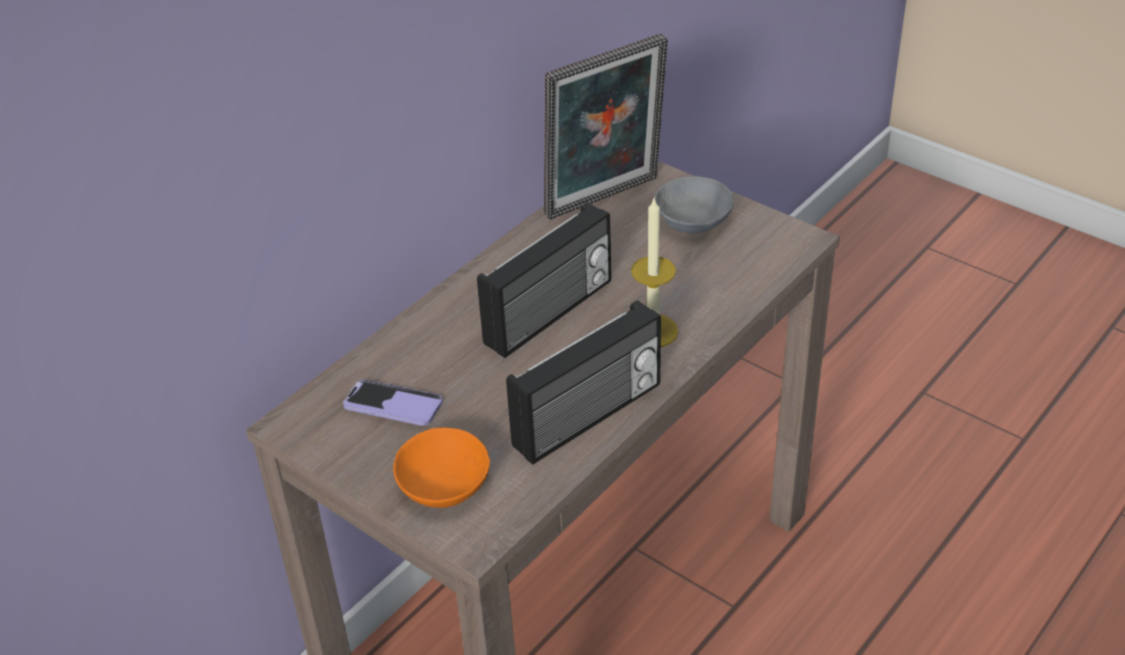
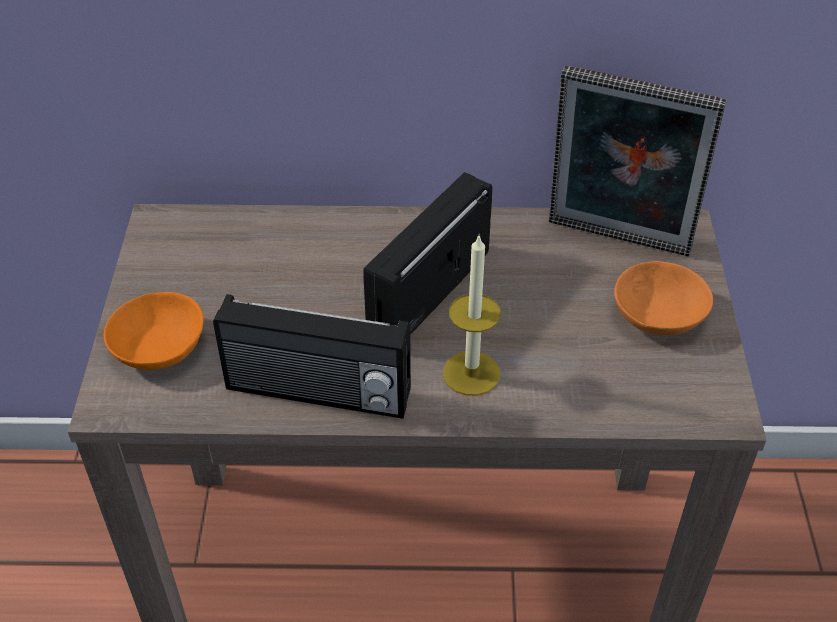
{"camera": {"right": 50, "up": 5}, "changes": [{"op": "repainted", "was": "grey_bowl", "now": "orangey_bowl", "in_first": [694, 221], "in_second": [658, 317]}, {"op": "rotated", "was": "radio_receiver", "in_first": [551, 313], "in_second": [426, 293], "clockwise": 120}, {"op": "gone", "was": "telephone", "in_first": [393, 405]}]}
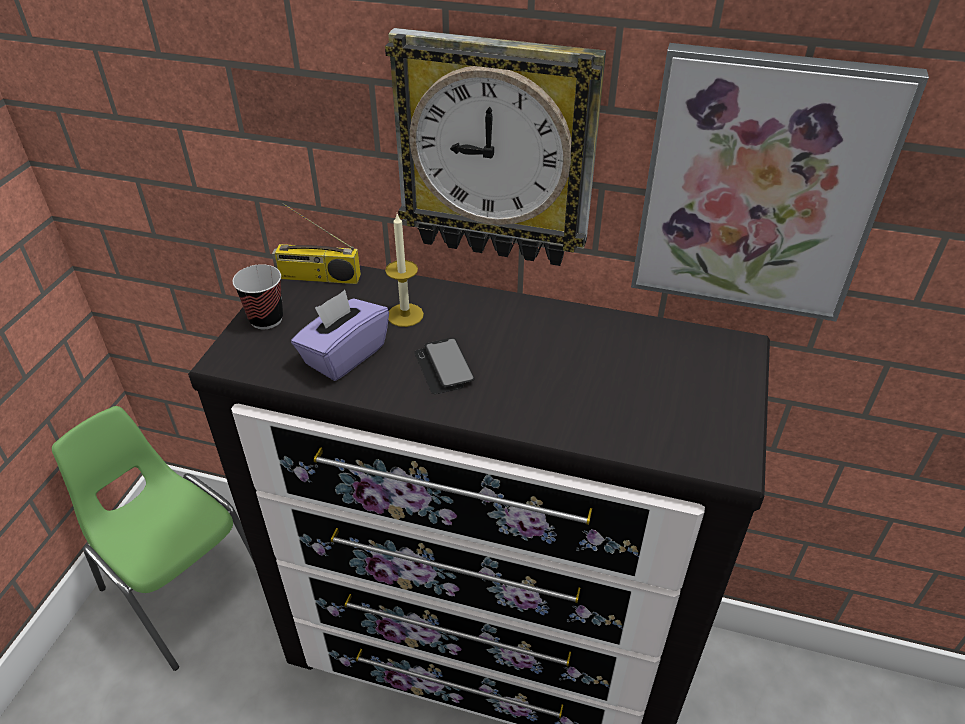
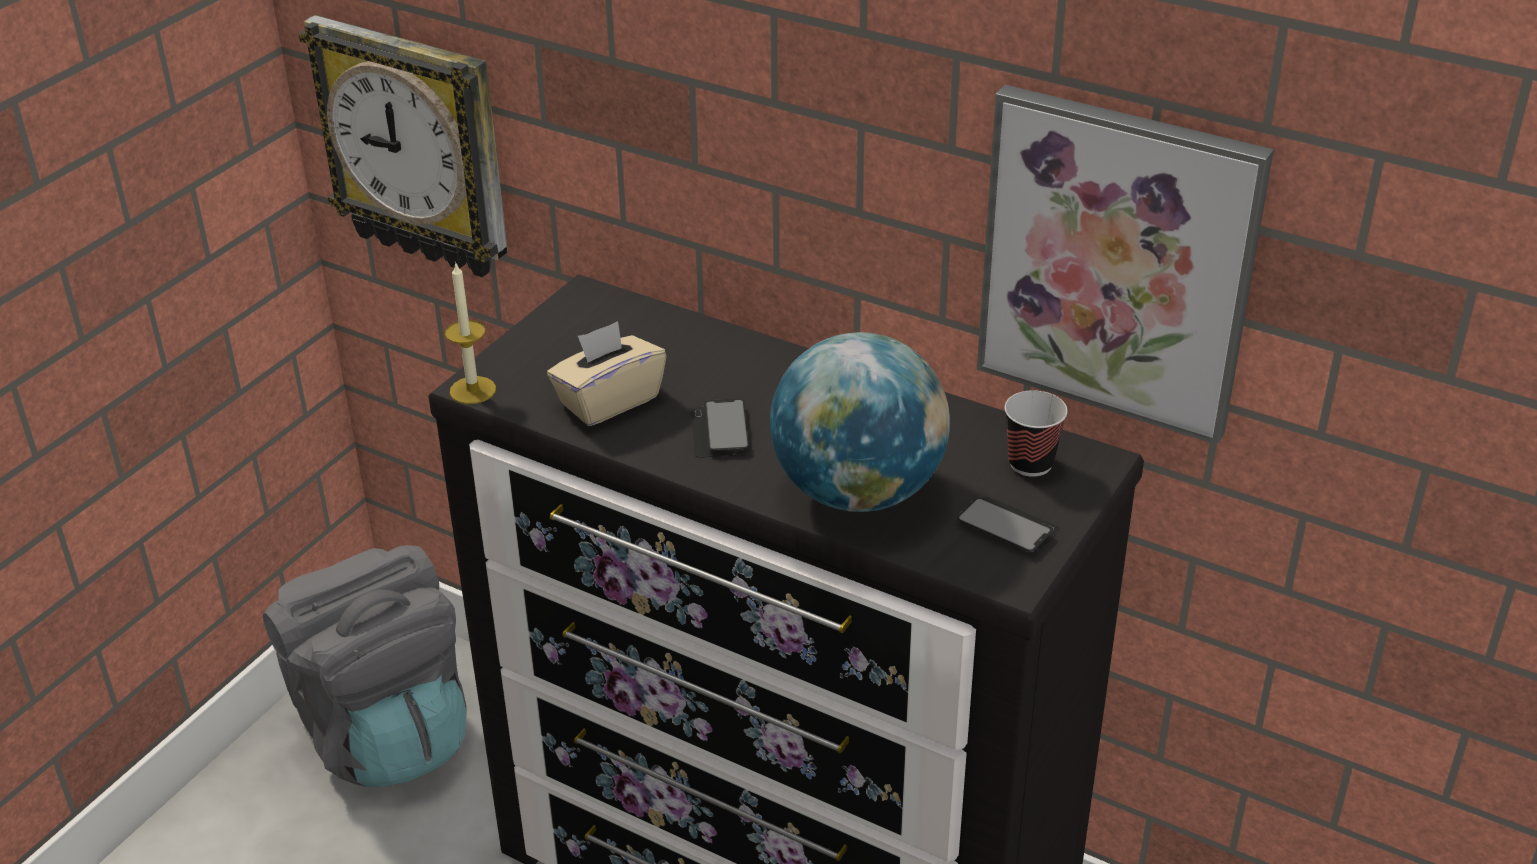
{"camera": {"right": 15, "up": -5}, "changes": [{"op": "shifted", "was": "hanging_clock", "in_first": [496, 152], "in_second": [415, 147]}, {"op": "gone", "was": "radio_receiver", "in_first": [318, 277]}, {"op": "shifted", "was": "wax_light", "in_first": [405, 315], "in_second": [472, 390]}, {"op": "shifted", "was": "small_cup", "in_first": [266, 319], "in_second": [1030, 463]}, {"op": "repainted", "was": "purple_tissue_box", "now": "sand-coloured_tissue_box", "in_first": [344, 355], "in_second": [608, 400]}, {"op": "swapped", "was": "greenish_upright_chair", "now": "grey_knapsack", "in_first": [184, 586], "in_second": [384, 732]}, {"op": "new", "now": "desk_globe", "in_second": [858, 492]}, {"op": "new", "now": "telephone", "in_second": [1007, 527]}]}
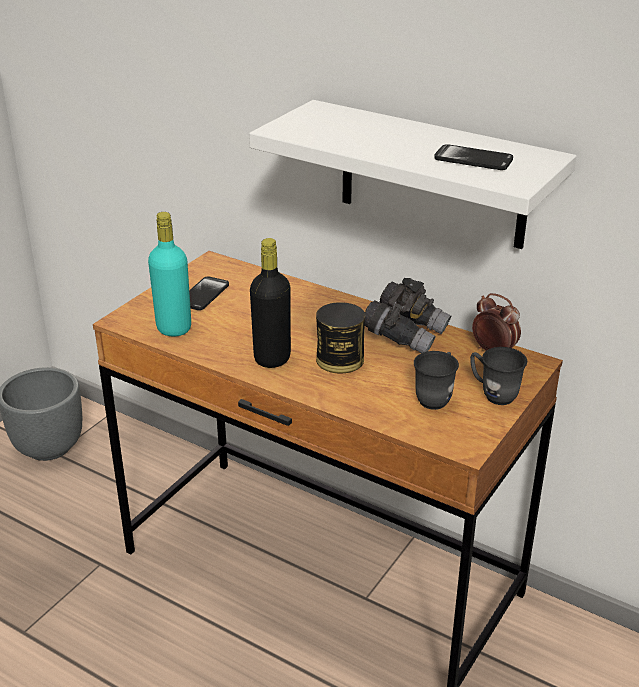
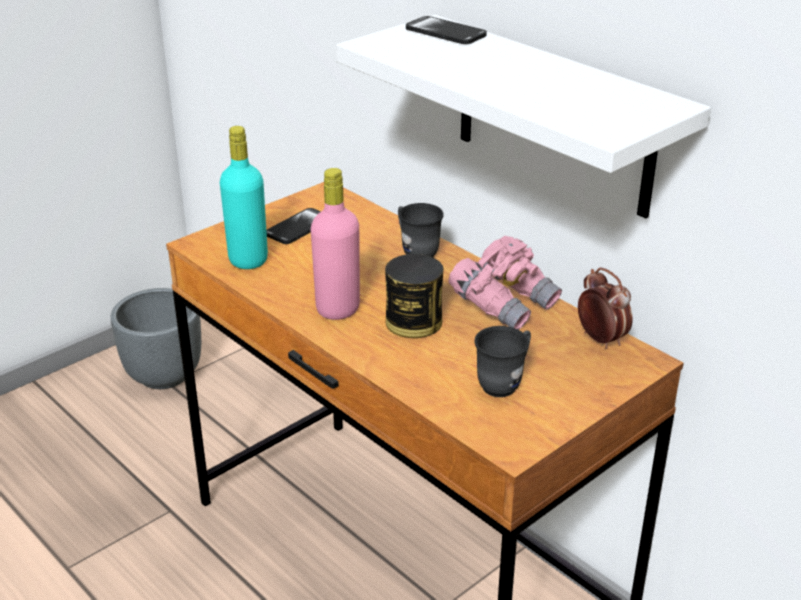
{"camera": {"right": 15, "up": 0}, "changes": [{"op": "shifted", "was": "telephone", "in_first": [473, 159], "in_second": [445, 33]}, {"op": "repainted", "was": "black_drink_bottle", "now": "pinkish_drink_bottle", "in_first": [272, 358], "in_second": [338, 309]}, {"op": "repainted", "was": "grey_binoculars", "now": "pinkish_binoculars", "in_first": [405, 334], "in_second": [504, 304]}, {"op": "shifted", "was": "grey_mug", "in_first": [493, 394], "in_second": [415, 251]}]}
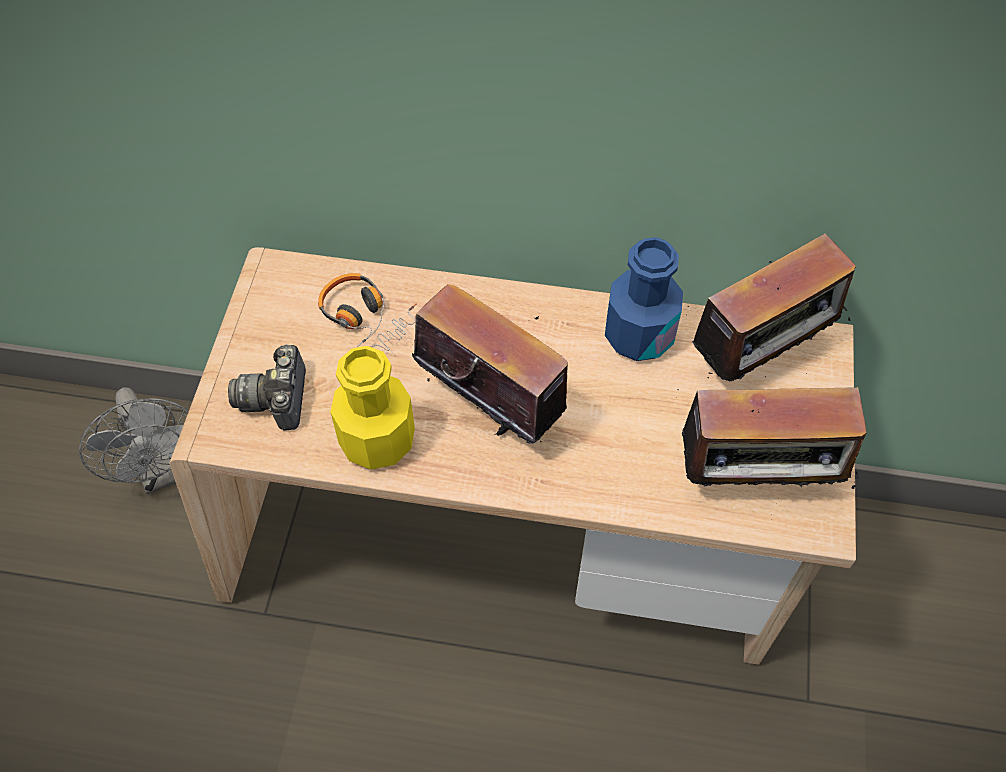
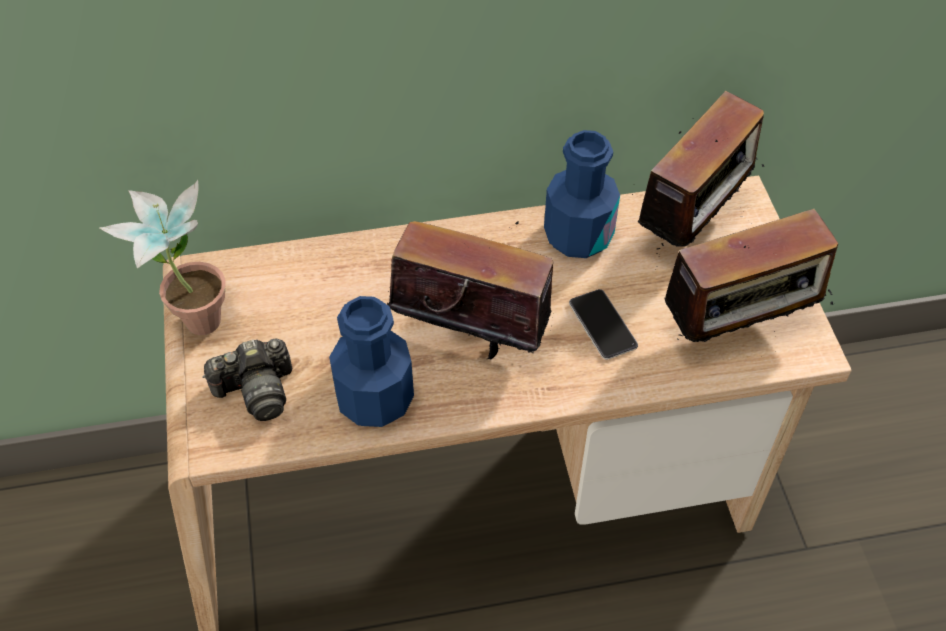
{"camera": {"right": -20, "up": -5}, "changes": [{"op": "gone", "was": "headphones", "in_first": [365, 320]}, {"op": "rotated", "was": "still_camera", "in_first": [276, 398], "in_second": [256, 391], "clockwise": -90}, {"op": "repainted", "was": "yellowish_drink_bottle", "now": "bluish_drink_bottle", "in_first": [377, 440], "in_second": [375, 399]}, {"op": "gone", "was": "grey_electric_fan", "in_first": [160, 472]}, {"op": "new", "now": "houseplant", "in_second": [192, 315]}, {"op": "new", "now": "telephone", "in_second": [602, 325]}]}
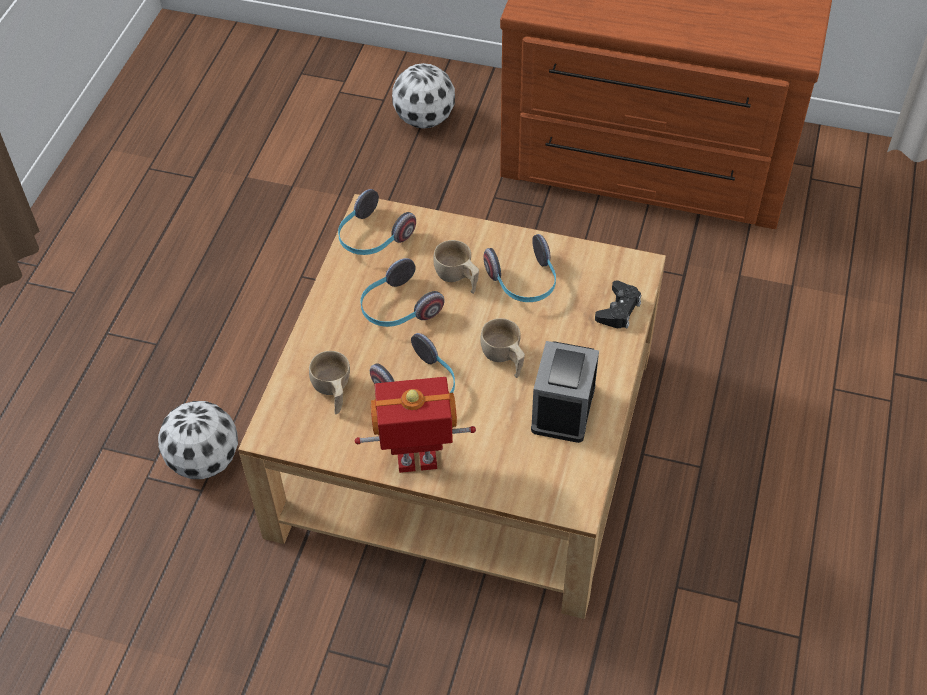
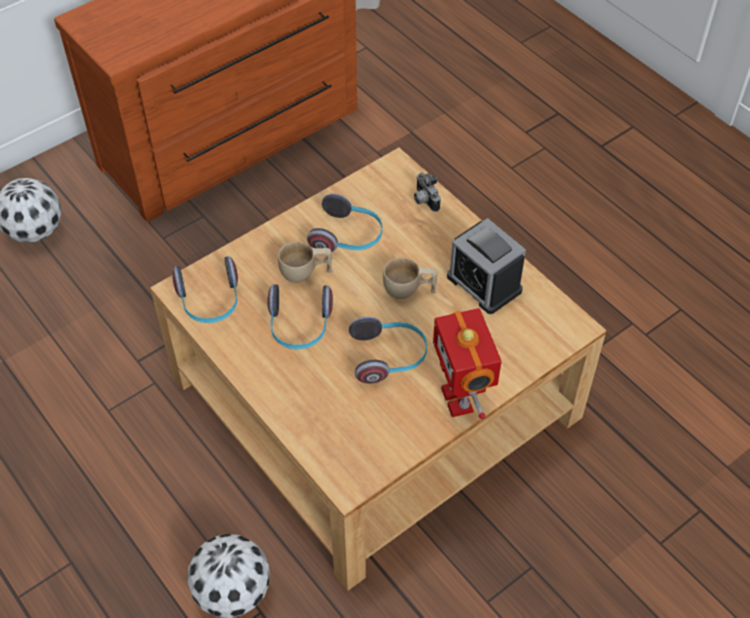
{"camera": {"right": -55, "up": 0}, "changes": [{"op": "swapped", "was": "black_joypad", "now": "still_camera", "in_first": [618, 310], "in_second": [424, 200]}, {"op": "gone", "was": "sand-coloured_small_cup", "in_first": [332, 392]}, {"op": "rotated", "was": "toy_robot", "in_first": [417, 463], "in_second": [460, 399], "clockwise": -45}]}
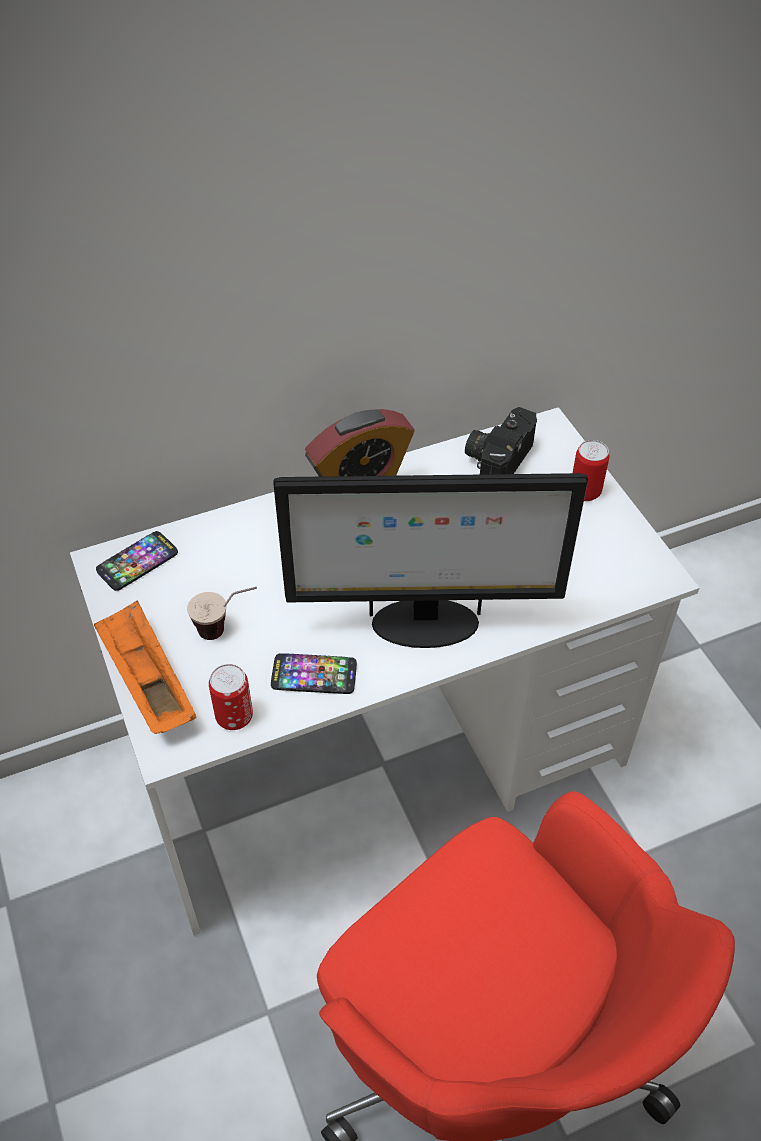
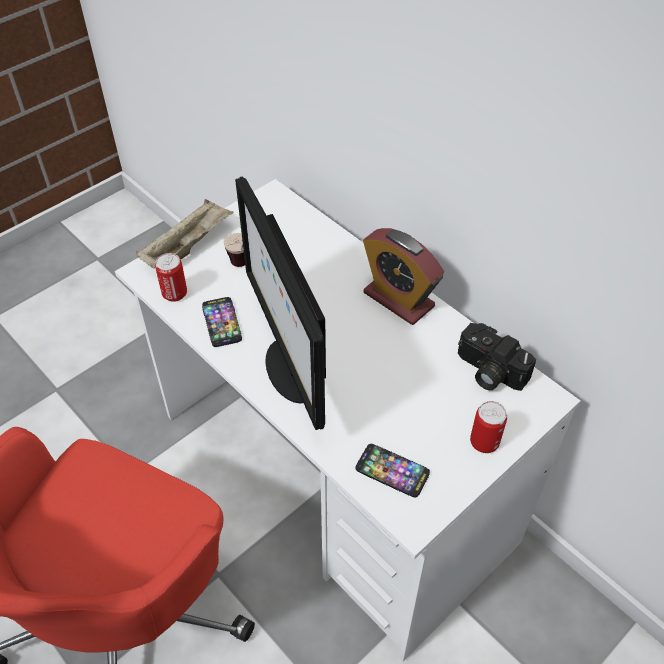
{"camera": {"right": 70, "up": 0}, "changes": [{"op": "rotated", "was": "still_camera", "in_first": [497, 458], "in_second": [488, 371], "clockwise": -150}, {"op": "shifted", "was": "telephone", "in_first": [137, 562], "in_second": [392, 471]}, {"op": "repainted", "was": "orangey_tray", "now": "sand-coloured_tray", "in_first": [147, 682], "in_second": [188, 246]}]}
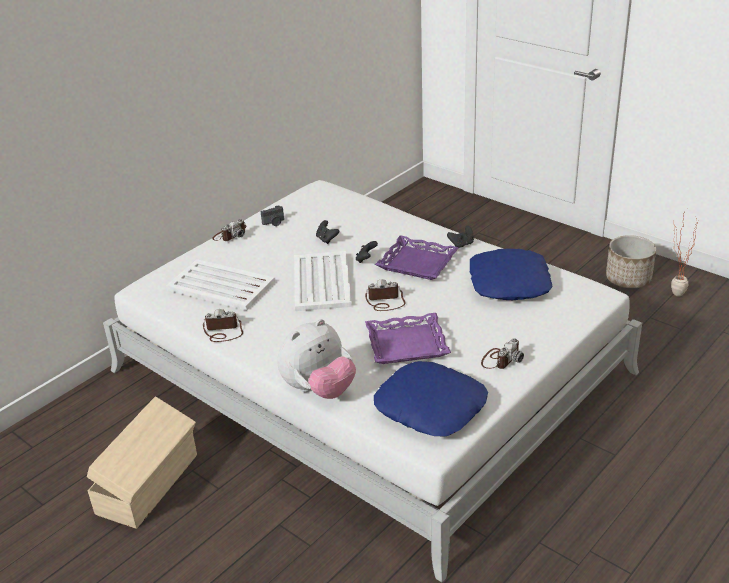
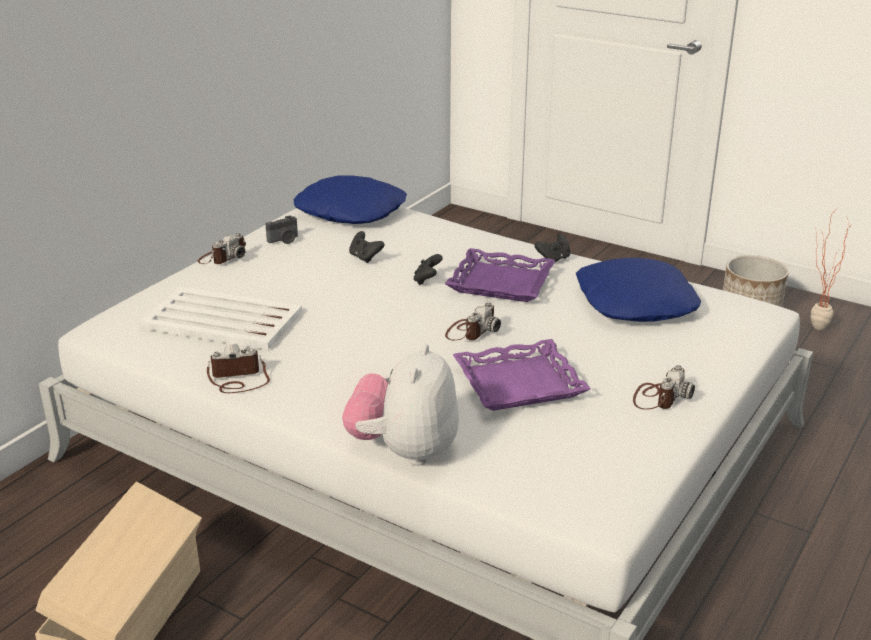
{"camera": {"right": -10, "up": -5}, "changes": [{"op": "gone", "was": "whitish_tray", "in_first": [322, 281]}, {"op": "rotated", "was": "still_camera", "in_first": [385, 302], "in_second": [471, 331], "clockwise": 135}, {"op": "rotated", "was": "cuddly_toy", "in_first": [319, 390], "in_second": [405, 451], "clockwise": 150}, {"op": "shifted", "was": "bluish_pillow", "in_first": [431, 407], "in_second": [351, 211]}]}
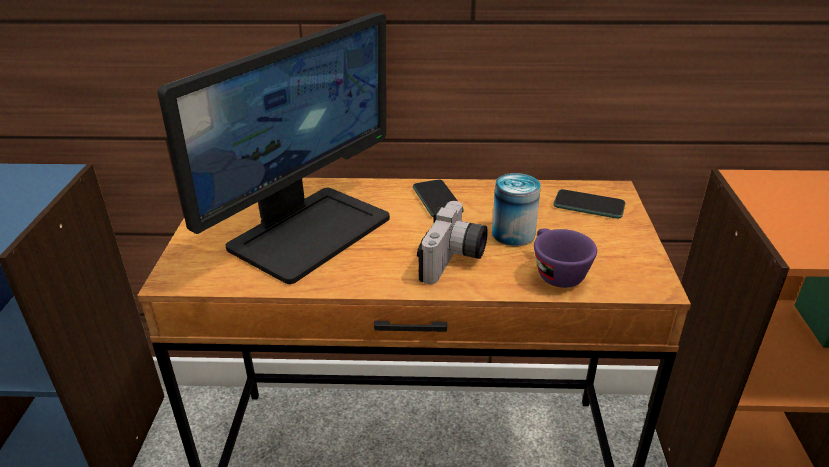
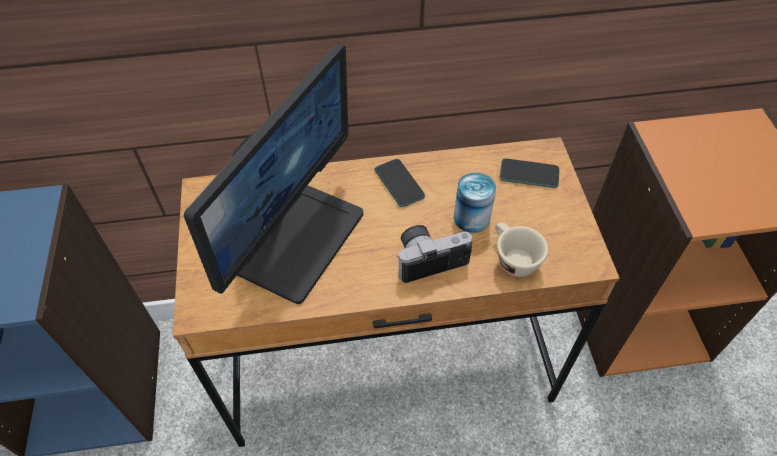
{"camera": {"right": -10, "up": 20}, "changes": [{"op": "rotated", "was": "still_camera", "in_first": [454, 261], "in_second": [429, 257], "clockwise": -120}, {"op": "repainted", "was": "purple_small_cup", "now": "sand-coloured_small_cup", "in_first": [555, 272], "in_second": [512, 258]}]}
